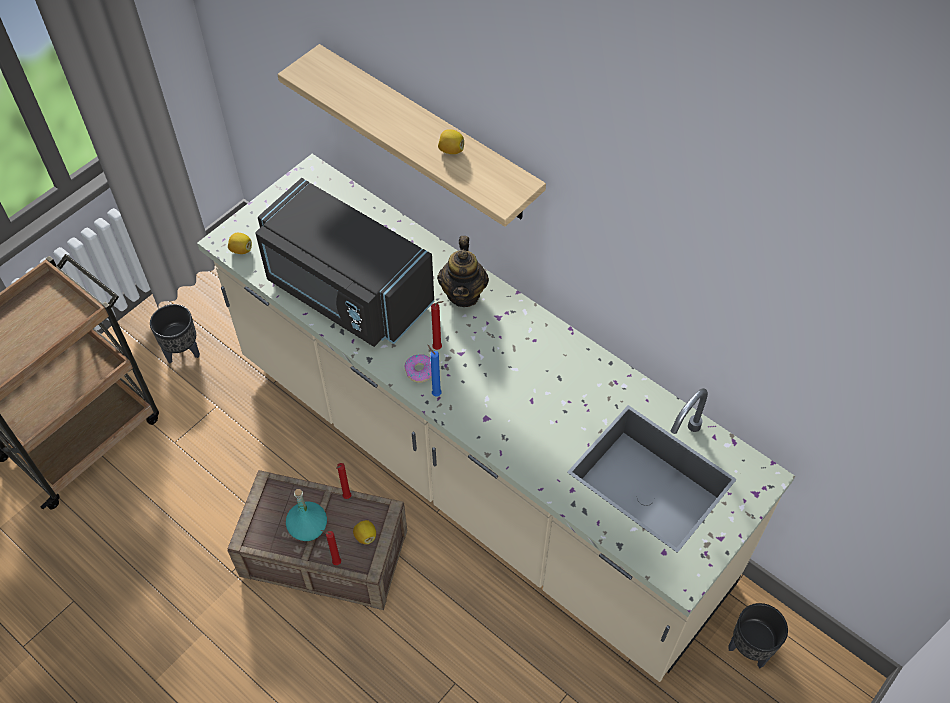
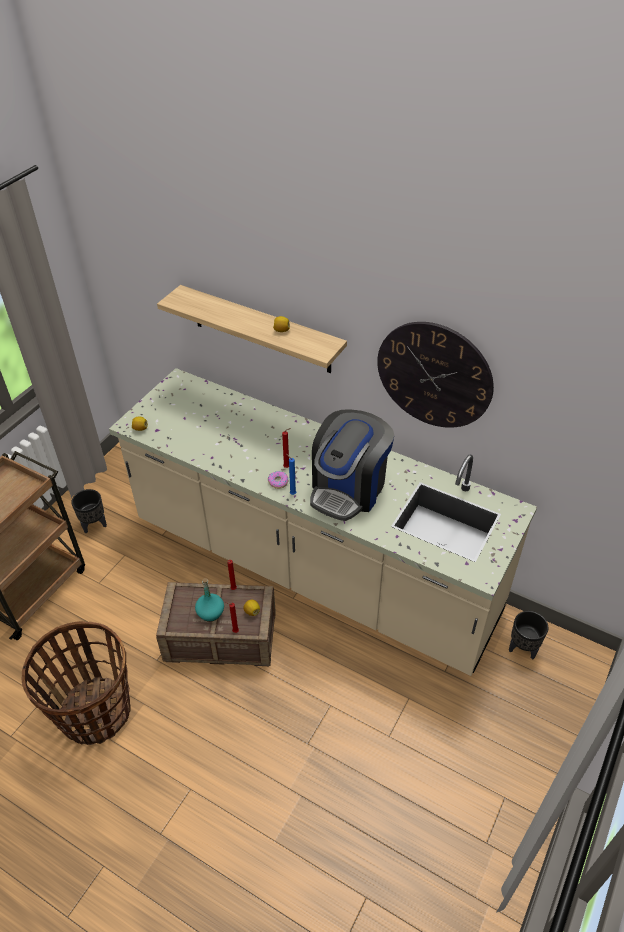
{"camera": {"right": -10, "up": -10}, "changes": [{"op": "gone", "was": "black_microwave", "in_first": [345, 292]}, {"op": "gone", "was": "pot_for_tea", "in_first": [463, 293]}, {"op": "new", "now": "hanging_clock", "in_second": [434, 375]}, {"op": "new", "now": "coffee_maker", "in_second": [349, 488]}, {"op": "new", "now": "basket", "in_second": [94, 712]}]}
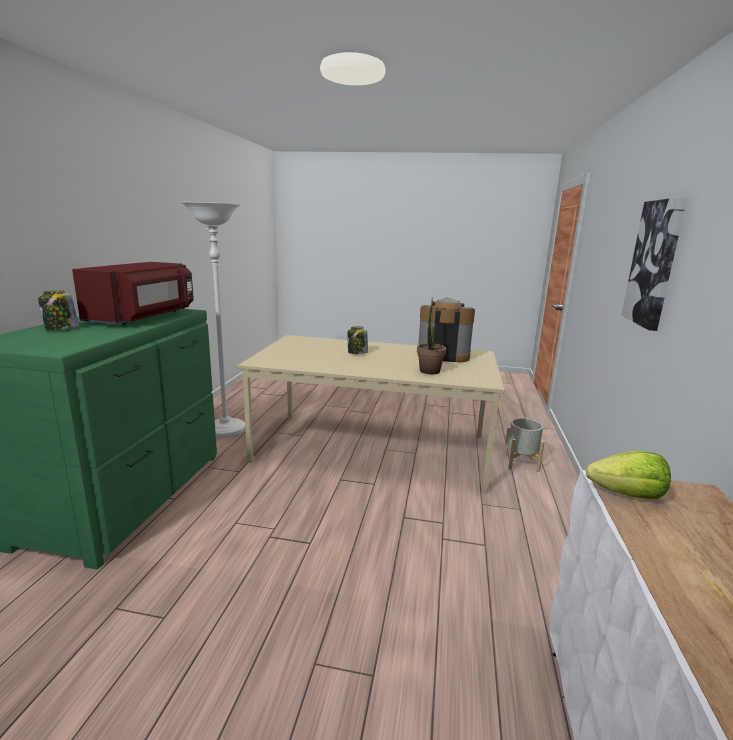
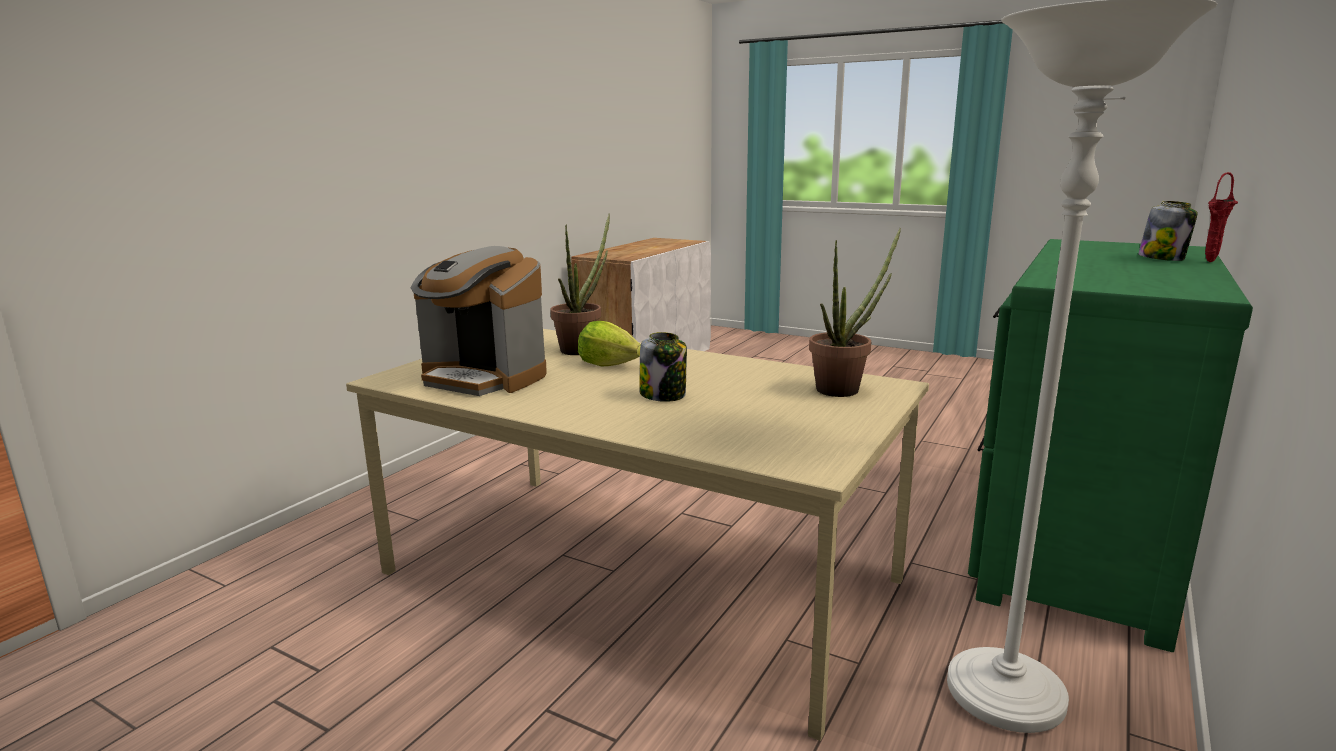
{"camera": {"right": -160, "up": 0}, "changes": [{"op": "gone", "was": "picture", "in_first": [654, 263]}, {"op": "gone", "was": "red-coloured_microwave", "in_first": [144, 317]}, {"op": "gone", "was": "grey_plant_pot", "in_first": [521, 463]}, {"op": "shifted", "was": "lettuce_head", "in_first": [627, 495], "in_second": [609, 364]}, {"op": "new", "now": "red-coloured_decorative_vase", "in_second": [1209, 262]}, {"op": "new", "now": "houseplant", "in_second": [844, 388]}]}
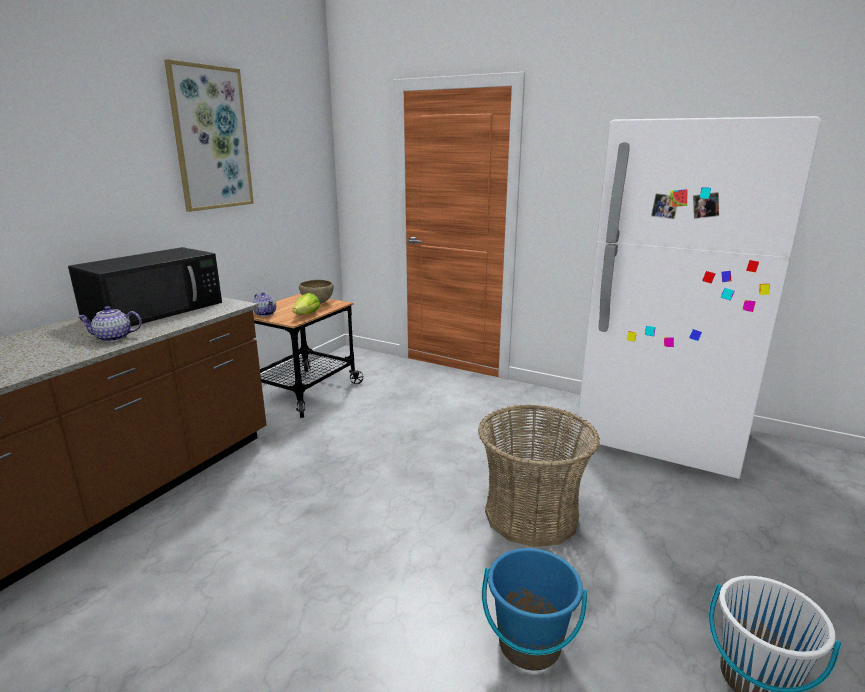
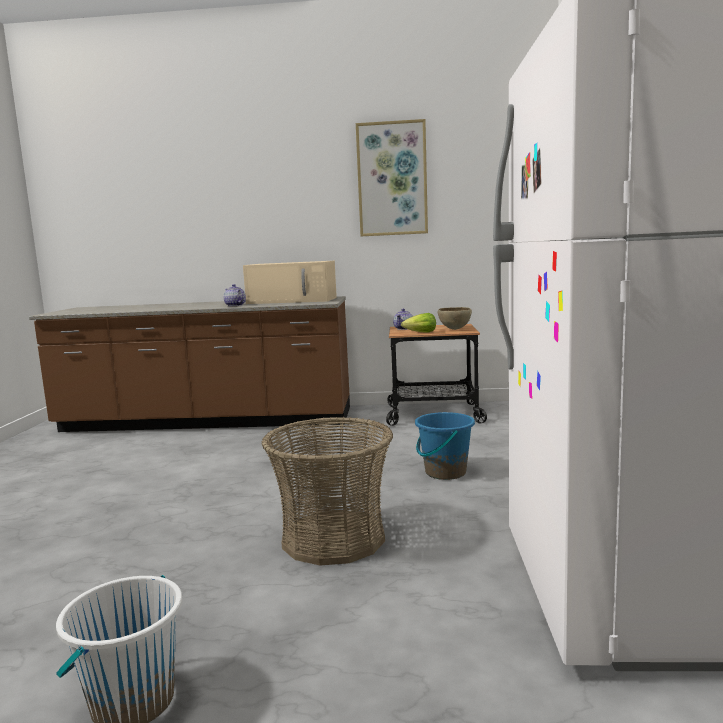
{"camera": {"right": 65, "up": -10}, "changes": [{"op": "repainted", "was": "black_microwave", "now": "sand-coloured_microwave", "in_first": [156, 310], "in_second": [293, 300]}, {"op": "shifted", "was": "bluish_water_bucket", "in_first": [529, 645], "in_second": [445, 472]}]}
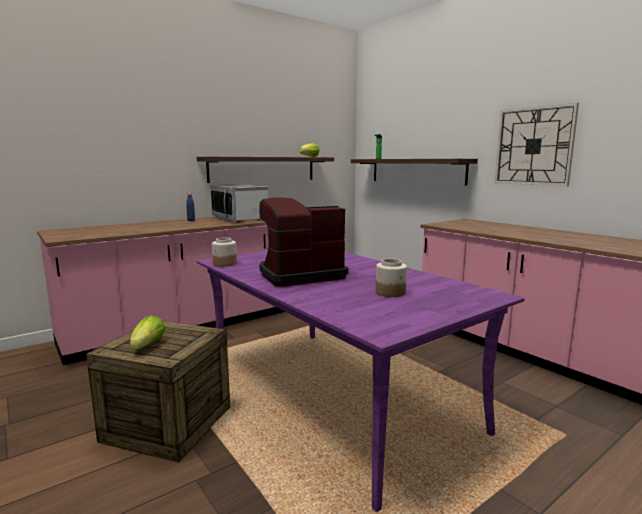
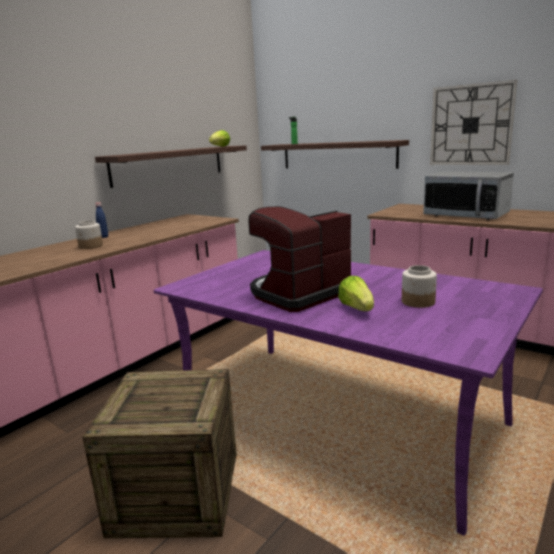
{"camera": {"right": -15, "up": 5}, "changes": [{"op": "shifted", "was": "microwave", "in_first": [240, 219], "in_second": [466, 215]}, {"op": "shifted", "was": "storage_jar", "in_first": [224, 264], "in_second": [91, 246]}, {"op": "shifted", "was": "lettuce_head", "in_first": [148, 345], "in_second": [357, 309]}]}
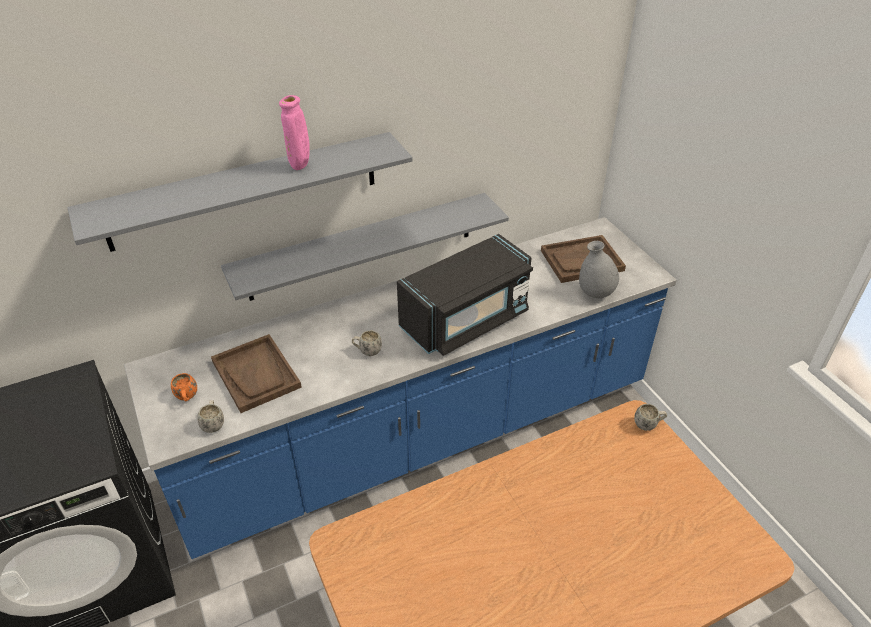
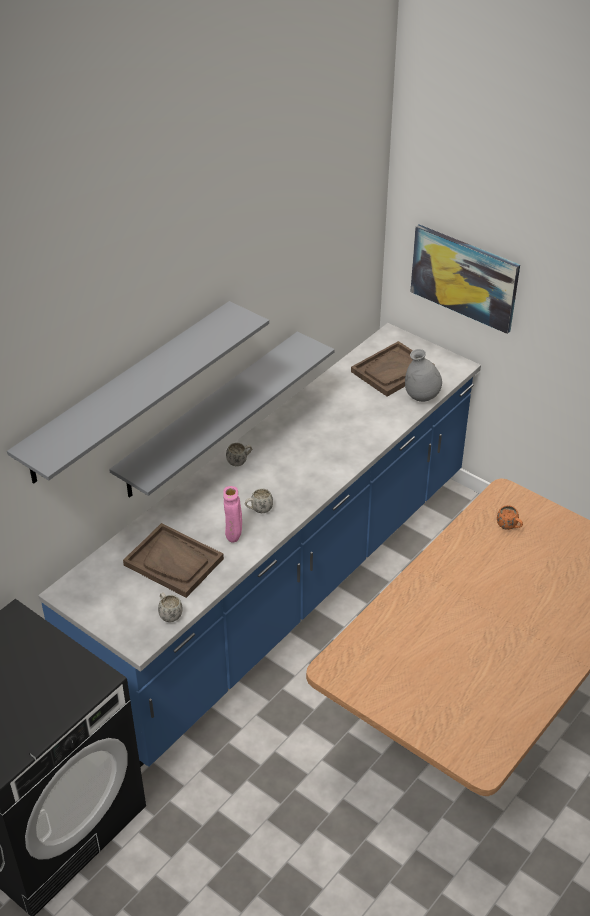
{"camera": {"right": -25, "up": 0}, "changes": [{"op": "shifted", "was": "pinkish_decorative_vase", "in_first": [300, 167], "in_second": [234, 538]}, {"op": "gone", "was": "black_microwave", "in_first": [466, 320]}, {"op": "shifted", "was": "orangey_mug", "in_first": [187, 398], "in_second": [509, 527]}, {"op": "shifted", "was": "whitish_mug", "in_first": [648, 425], "in_second": [239, 461]}, {"op": "new", "now": "picture", "in_second": [464, 277]}]}
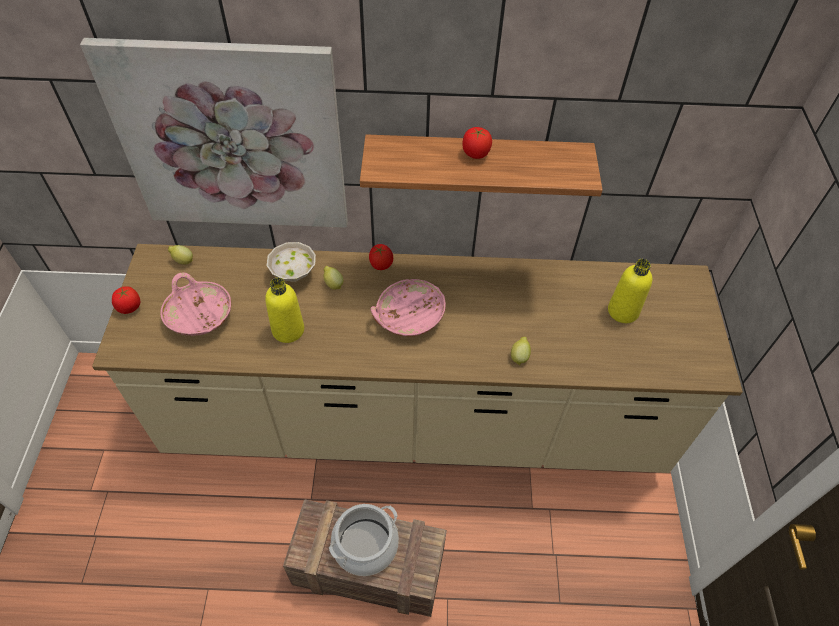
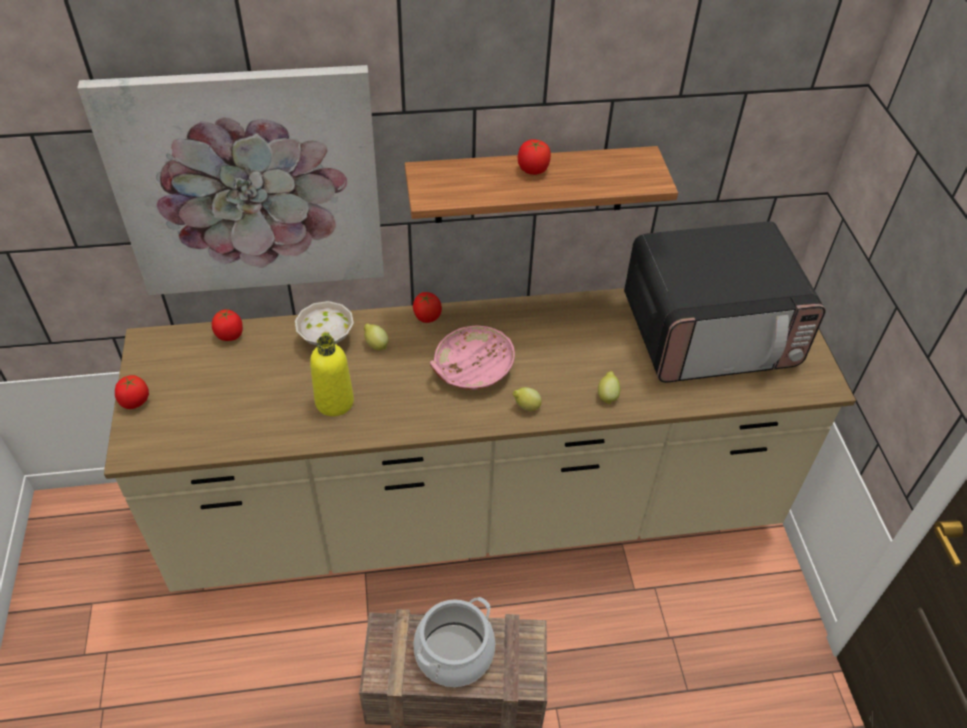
{"camera": {"right": -10, "up": -5}, "changes": [{"op": "shifted", "was": "whole_lemon", "in_first": [183, 261], "in_second": [526, 407]}, {"op": "swapped", "was": "yellowish_drink_bottle", "now": "microwave", "in_first": [623, 311], "in_second": [710, 333]}, {"op": "gone", "was": "pinkish_bowl", "in_first": [199, 314]}, {"op": "new", "now": "tomato", "in_second": [230, 335]}]}
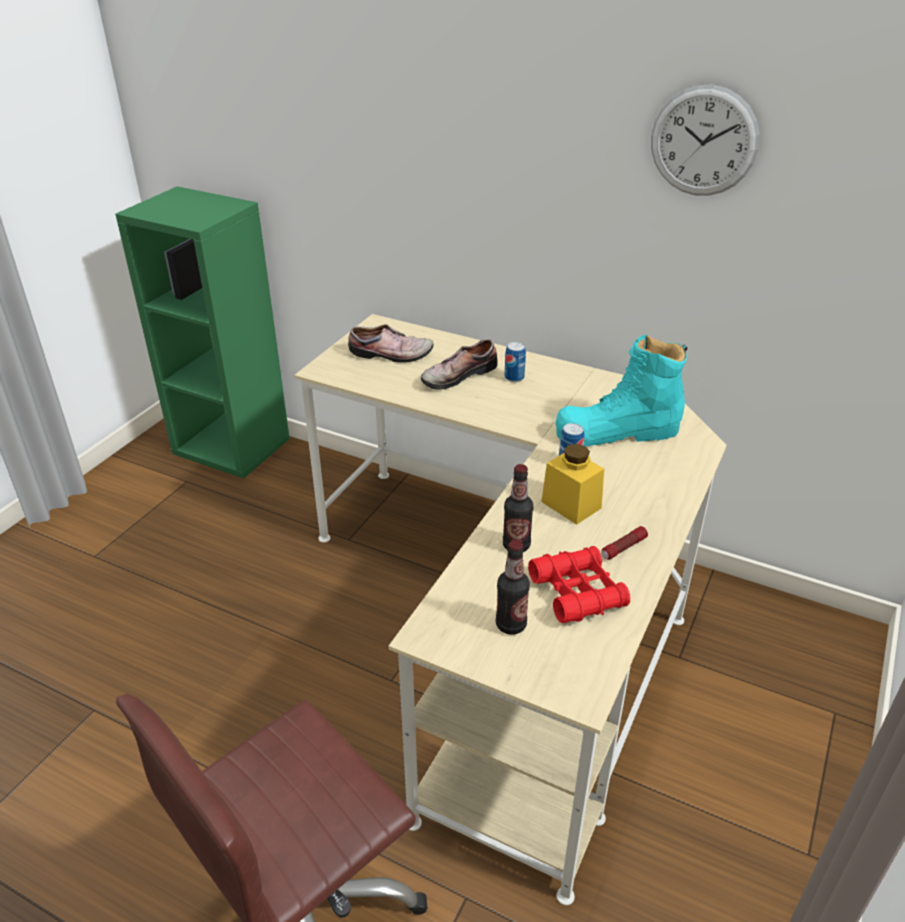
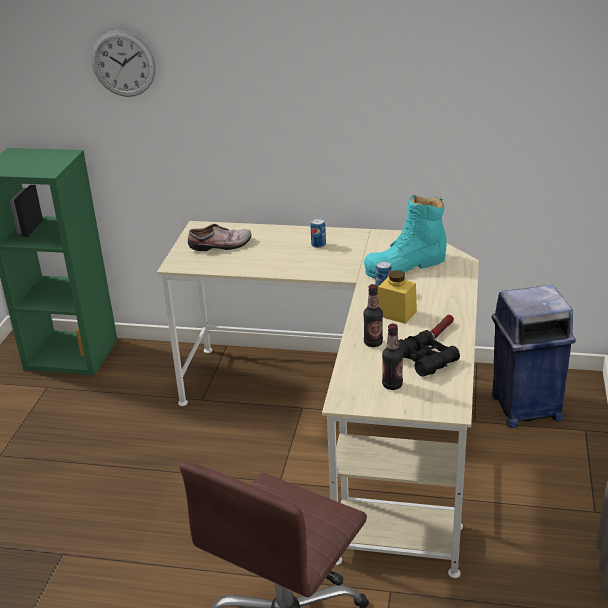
{"camera": {"right": -15, "up": -5}, "changes": [{"op": "shifted", "was": "hanging_clock", "in_first": [703, 141], "in_second": [123, 64]}, {"op": "gone", "was": "item_of_footwear", "in_first": [457, 375]}, {"op": "repainted", "was": "red-coloured_binoculars", "now": "black_binoculars", "in_first": [577, 592], "in_second": [424, 360]}, {"op": "new", "now": "bluish_waste_bin", "in_second": [524, 407]}]}
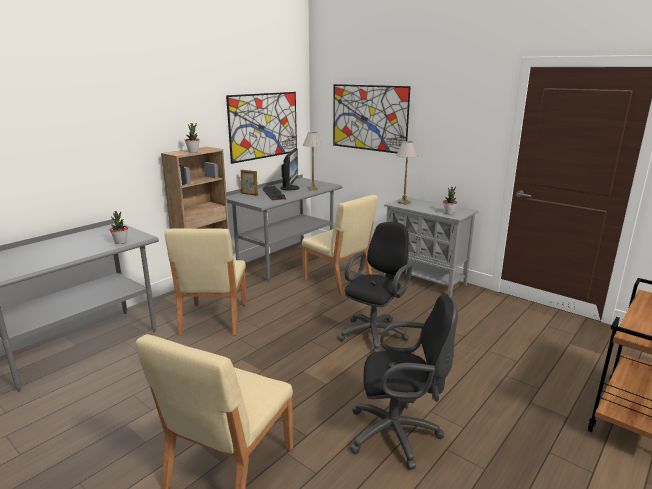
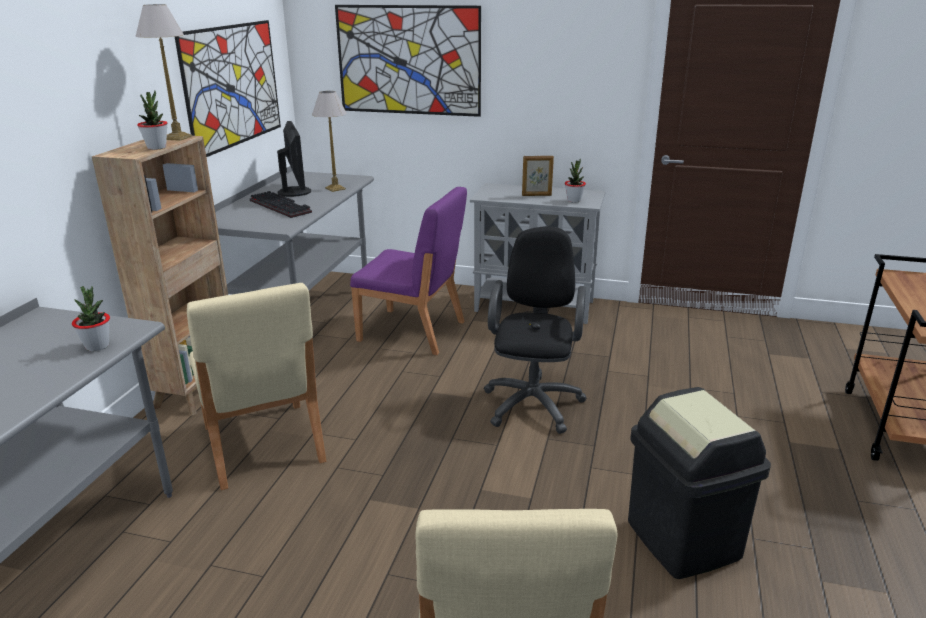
{"camera": {"right": -25, "up": 5}, "changes": [{"op": "shifted", "was": "tabletop_lamp", "in_first": [404, 202], "in_second": [178, 137]}, {"op": "shifted", "was": "picture_frame", "in_first": [249, 194], "in_second": [536, 195]}, {"op": "repainted", "was": "sand-coloured_upright_chair", "now": "purple_upright_chair", "in_first": [338, 280], "in_second": [413, 331]}, {"op": "swapped", "was": "black_computer_chair", "now": "black_waste_bin", "in_first": [399, 434], "in_second": [684, 539]}]}
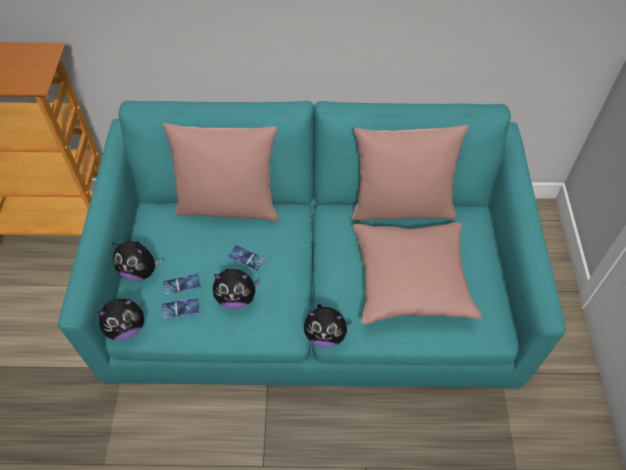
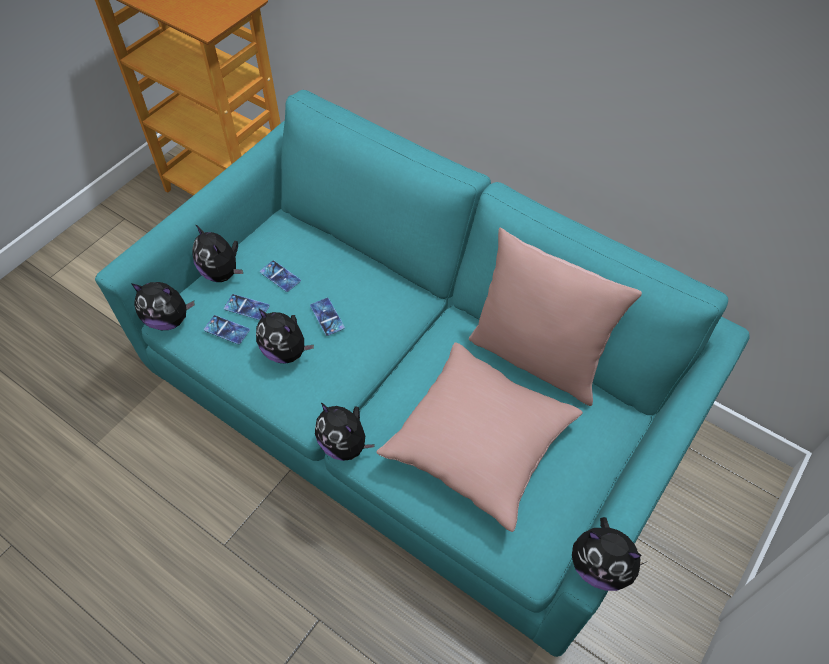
{"camera": {"right": 35, "up": 0}, "changes": [{"op": "gone", "was": "pinkish_pillow", "in_first": [228, 206]}, {"op": "new", "now": "telephone", "in_second": [280, 276]}, {"op": "new", "now": "cuddly_toy", "in_second": [600, 566]}]}
